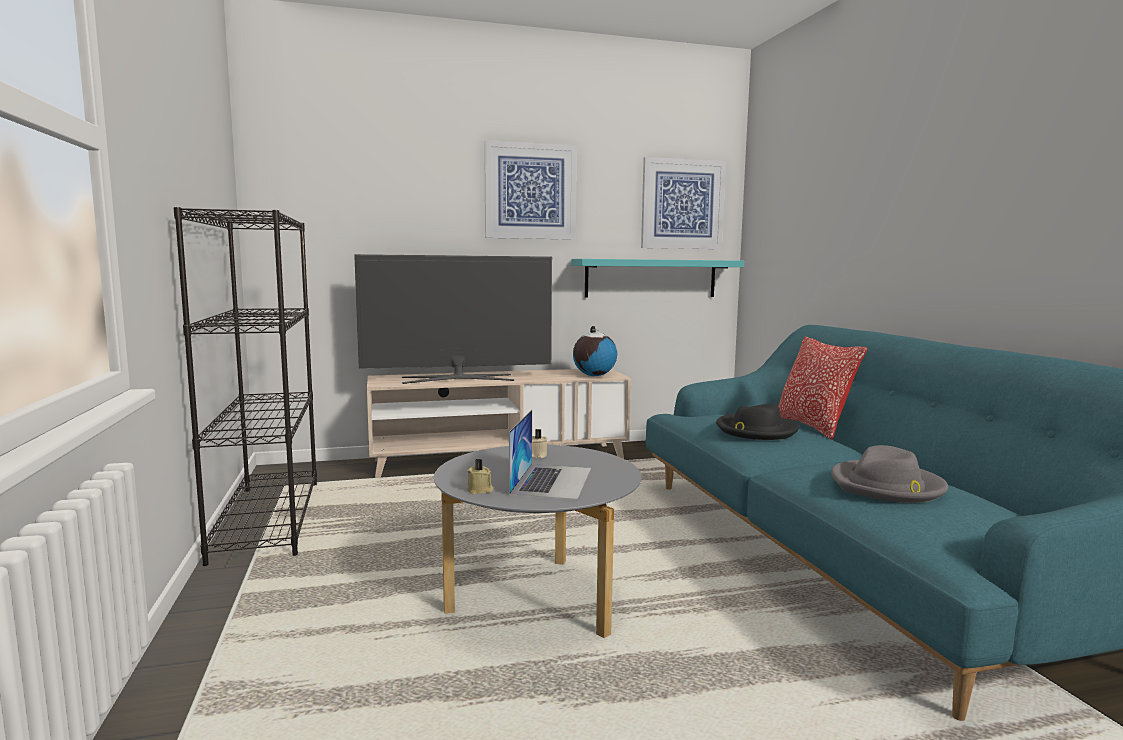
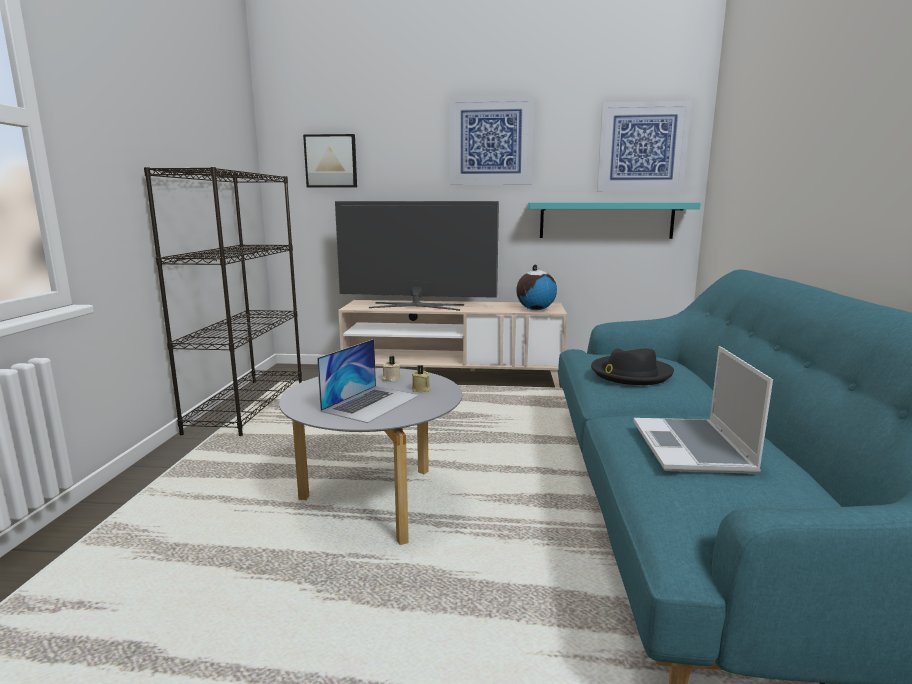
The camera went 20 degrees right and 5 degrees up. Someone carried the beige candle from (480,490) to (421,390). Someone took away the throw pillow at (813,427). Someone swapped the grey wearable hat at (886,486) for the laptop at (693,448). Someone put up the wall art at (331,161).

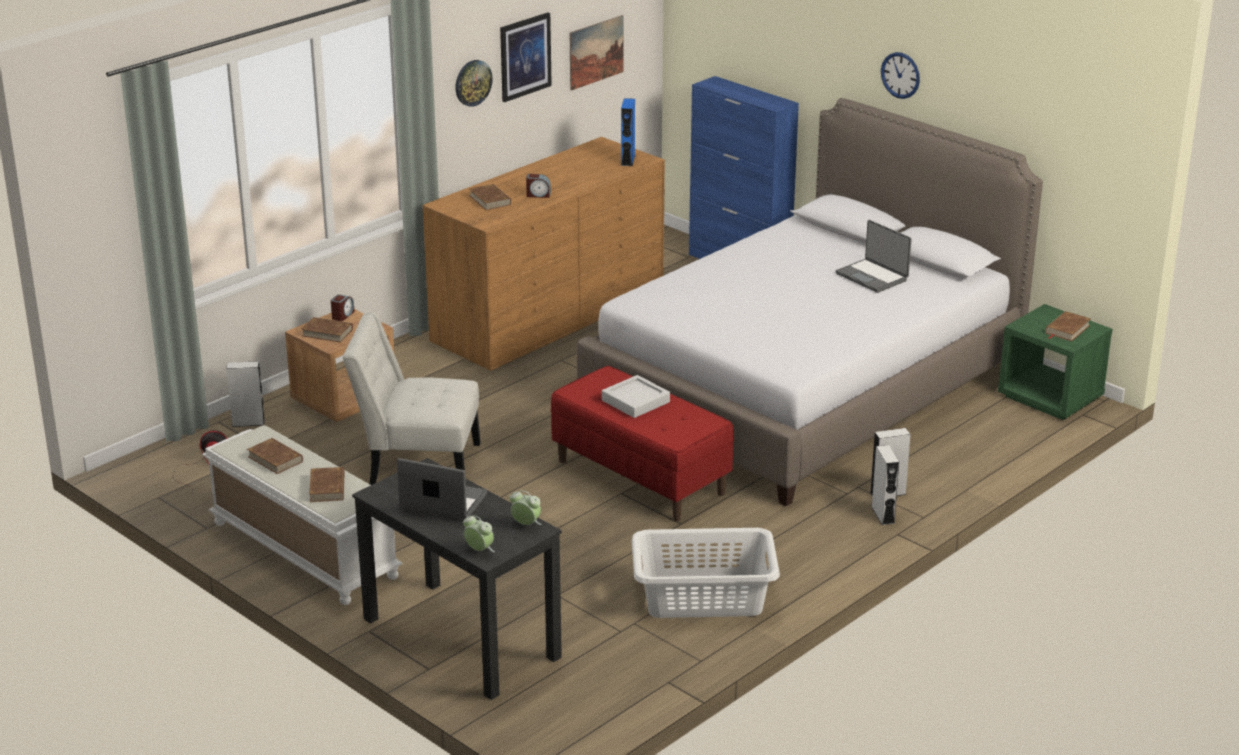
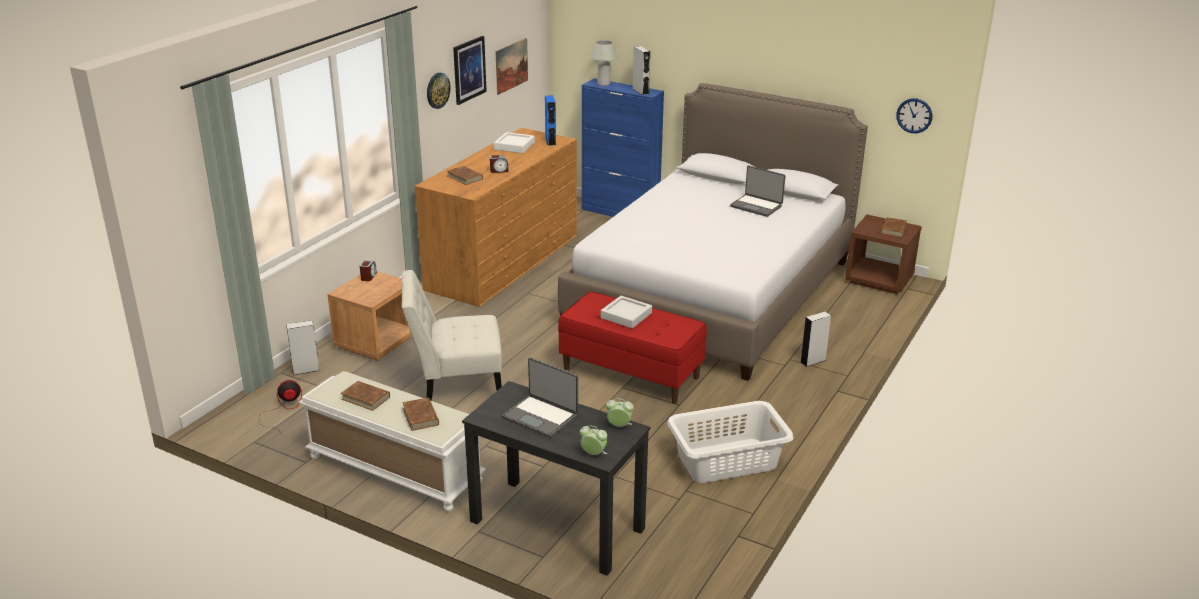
The camera went 15 degrees left and 0 degrees up. Someone took away the brownish volume at (327,332). Someone rotated the laptop at (442,502) by 150 degrees counterclockwise. Someone carried the grey loudspeaker from (883,515) to (640,91). Someone carried the hanging clock from (900,75) to (914,115). Someone repainted the greenish nightstand at (1051,397), which became the brownish nightstand at (879,279). Someone put down the whitish serving tray at (514,146). Someone put down the whitish table lamp at (603,84).

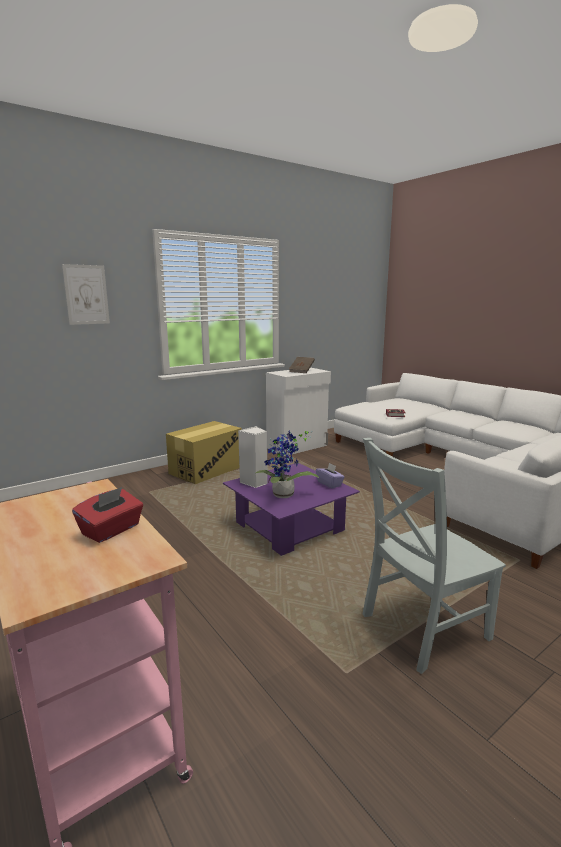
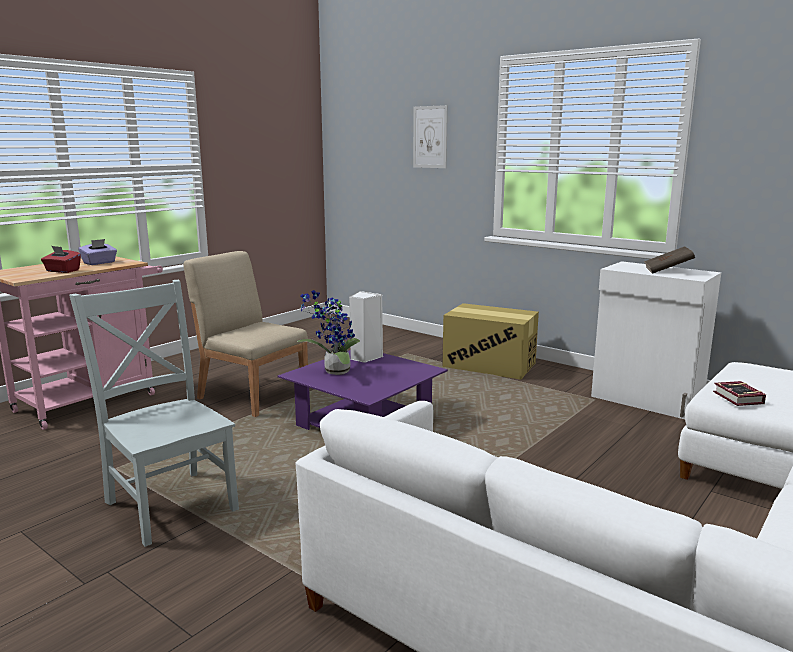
The camera went 75 degrees right and 0 degrees up. Someone carried the purple-coloured tissue holder from (329,484) to (99,263). Someone put down the beige plain chair at (252,395).

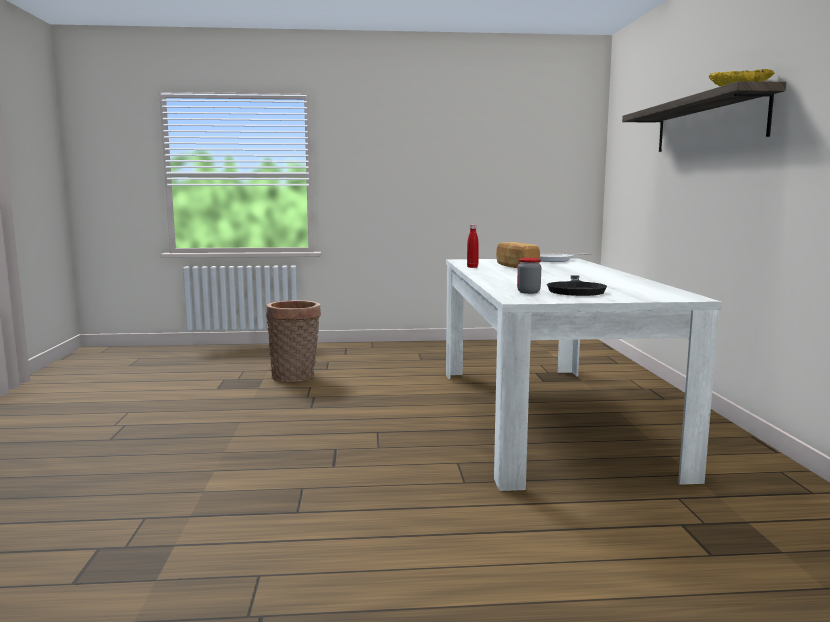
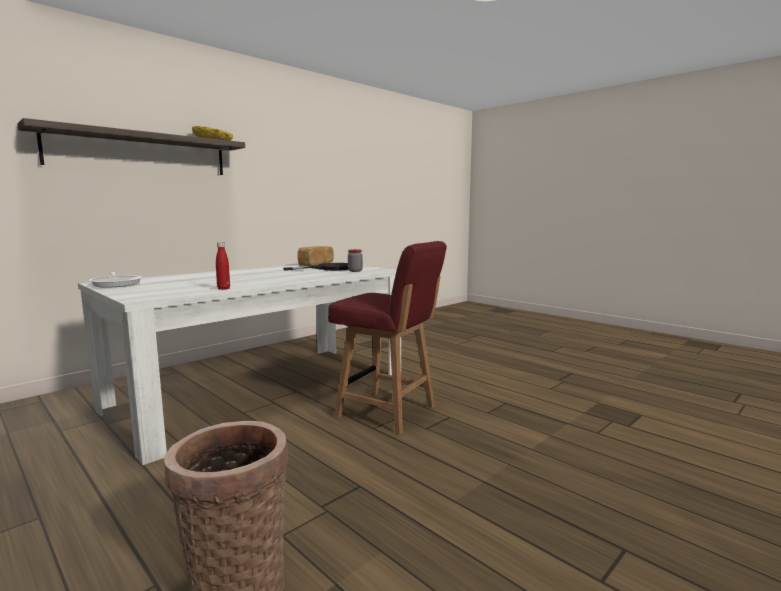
The camera went 130 degrees left and 0 degrees up. Someone carried the bread from (516,267) to (317,264). Someone put down the reddish plain chair at (388,412).

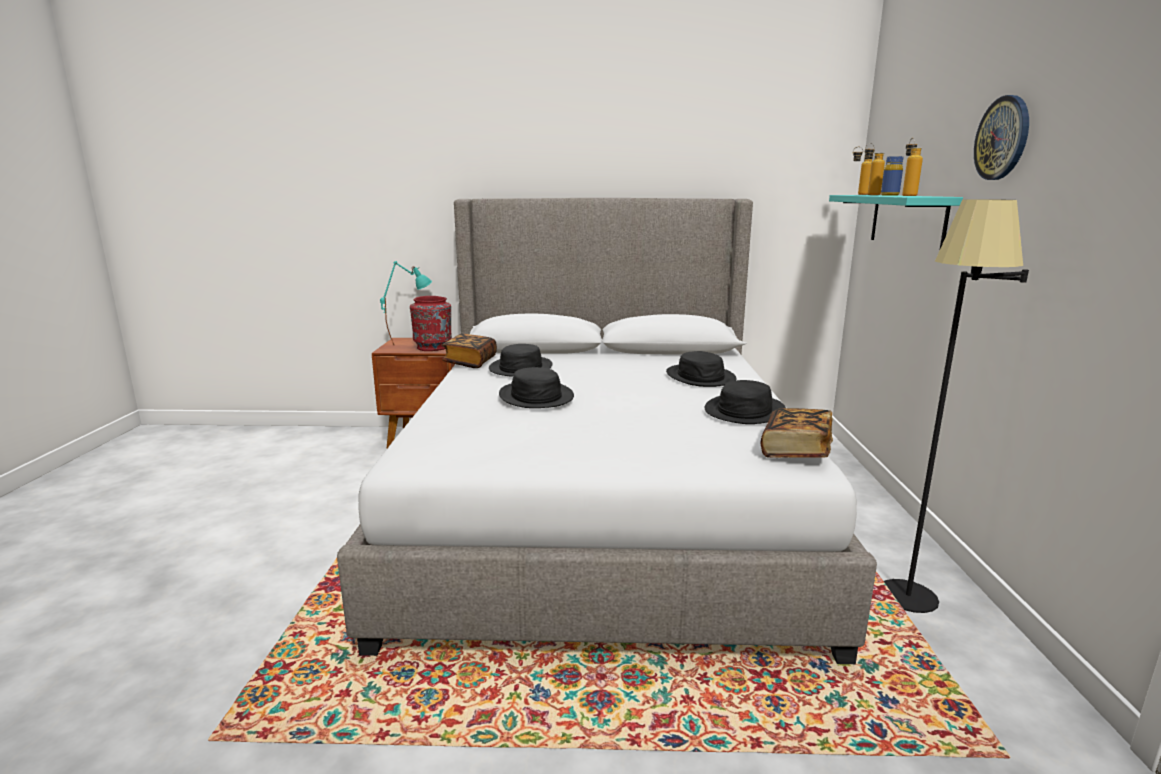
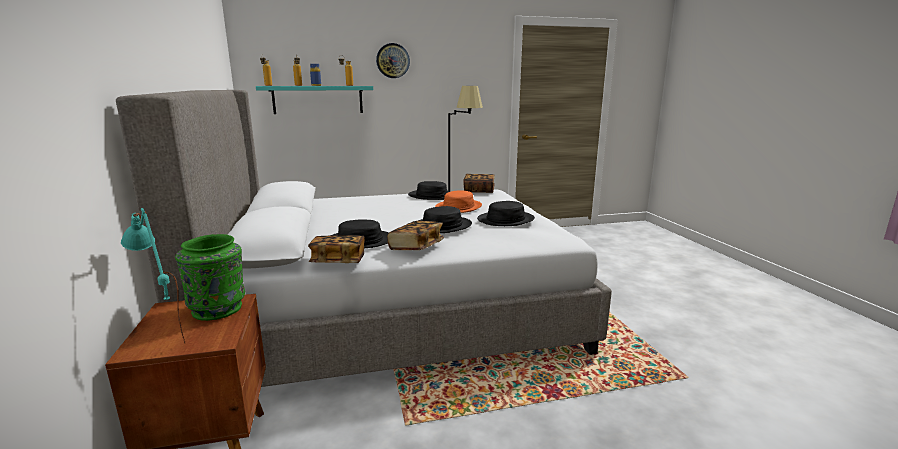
The camera went 105 degrees left and 0 degrees up. Someone repainted the reddish vase at (433,347), which became the greenish vase at (218,309). Someone carried the black wearable hat from (700,377) to (505,219). Someone put down the volume at (416,247). Someone put down the orangey wearable hat at (458,207).

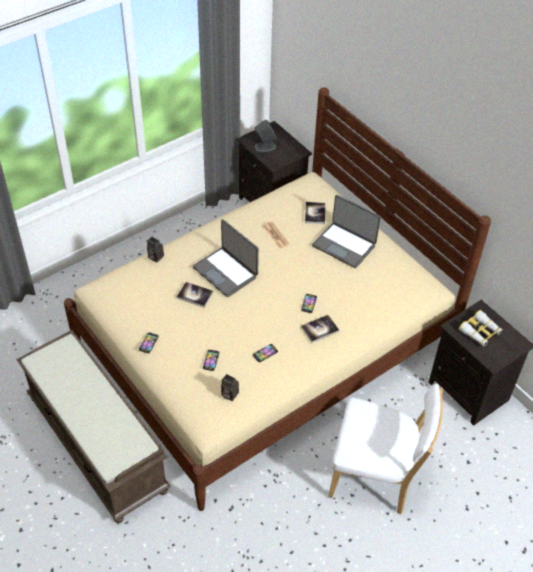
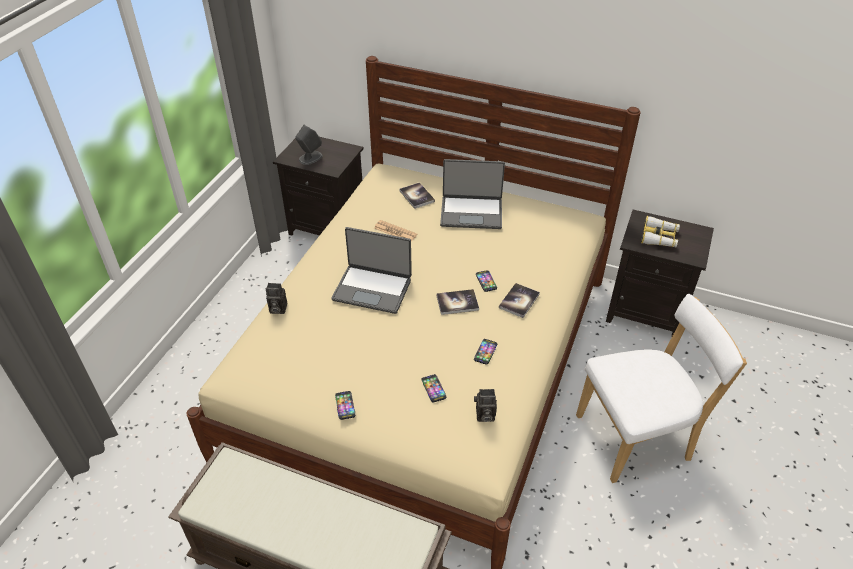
The camera went 30 degrees left and 5 degrees down. Someone carried the volume from (195,295) to (457,303).

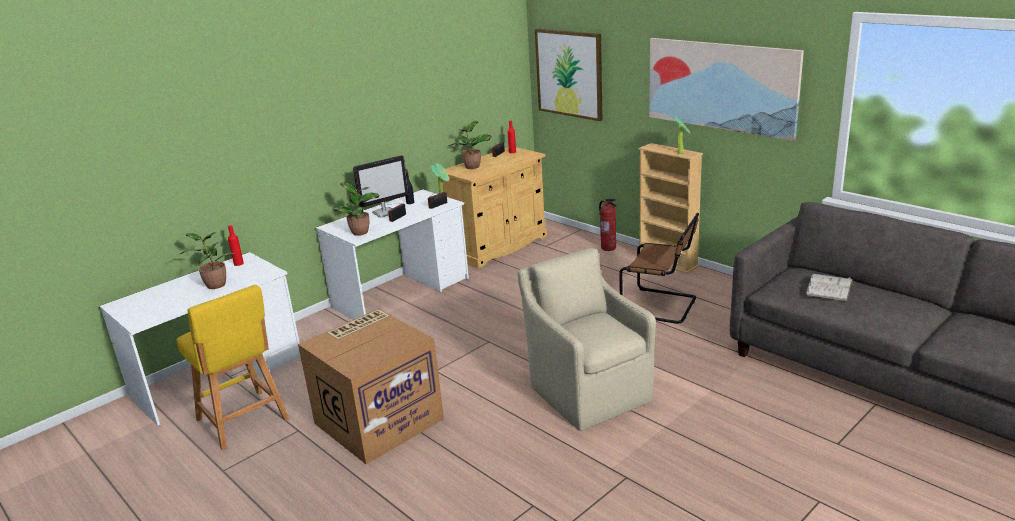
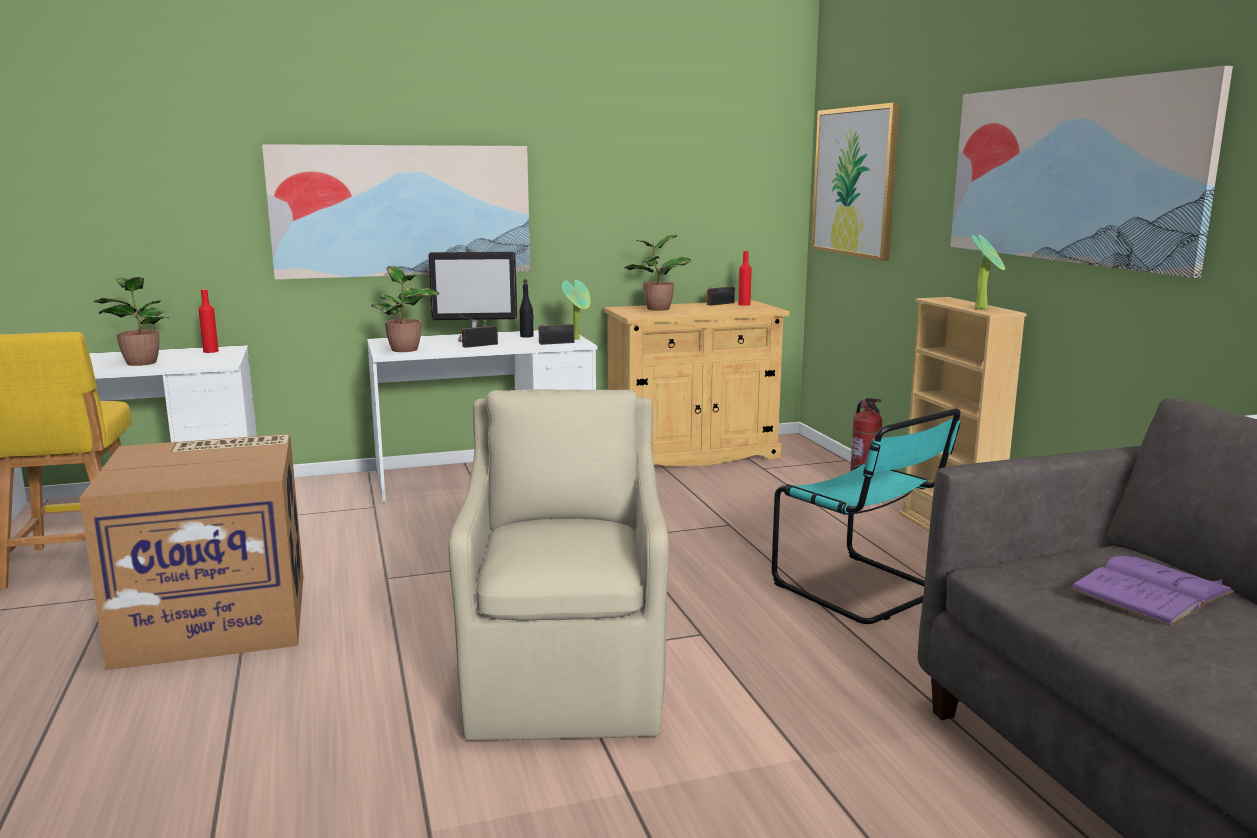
The camera went 25 degrees right and 10 degrees down. Someone repainted the brownish plain chair at (662,306), which became the blue-green plain chair at (863,590). Someone repainted the whitish volume at (829,287), which became the purple-coloured volume at (1151,590). Someone put up the wall art at (403,211).

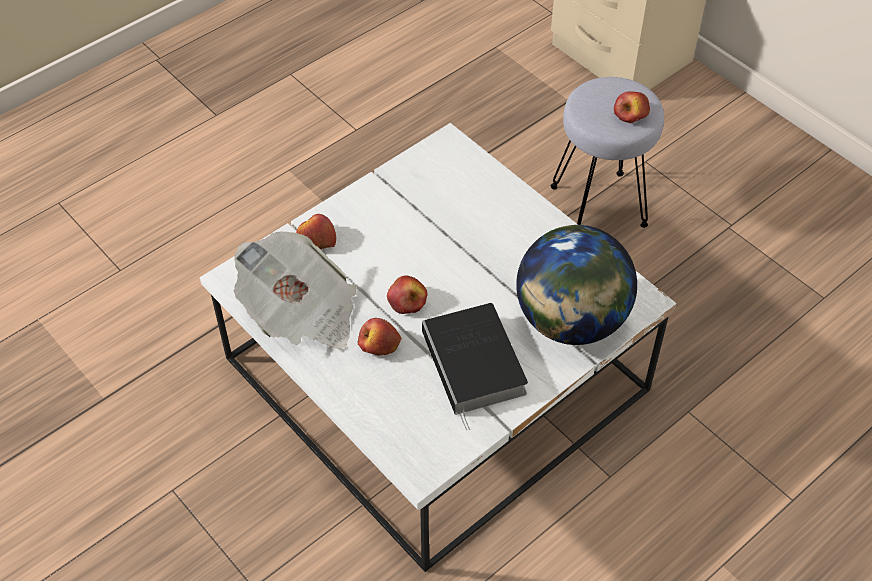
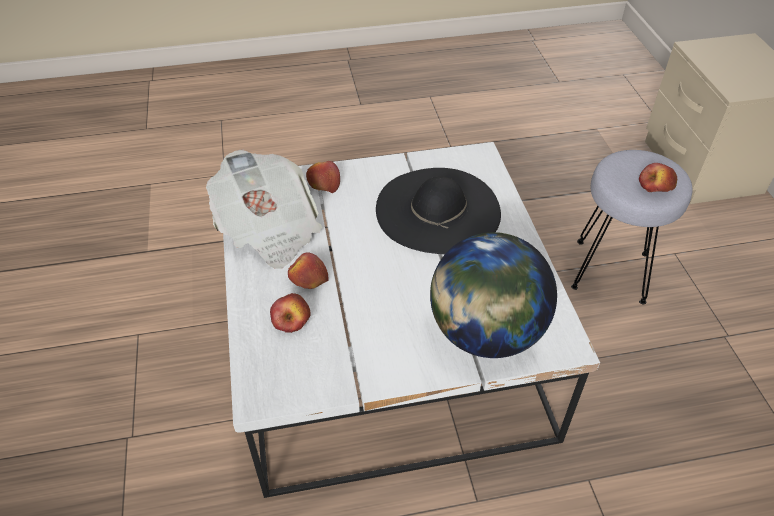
The camera went 30 degrees right and 5 degrees down. Someone carried the whole apple from (407,301) to (291,319). Someone took away the volume at (475,365). Someone put down the black wearable hat at (438,210).

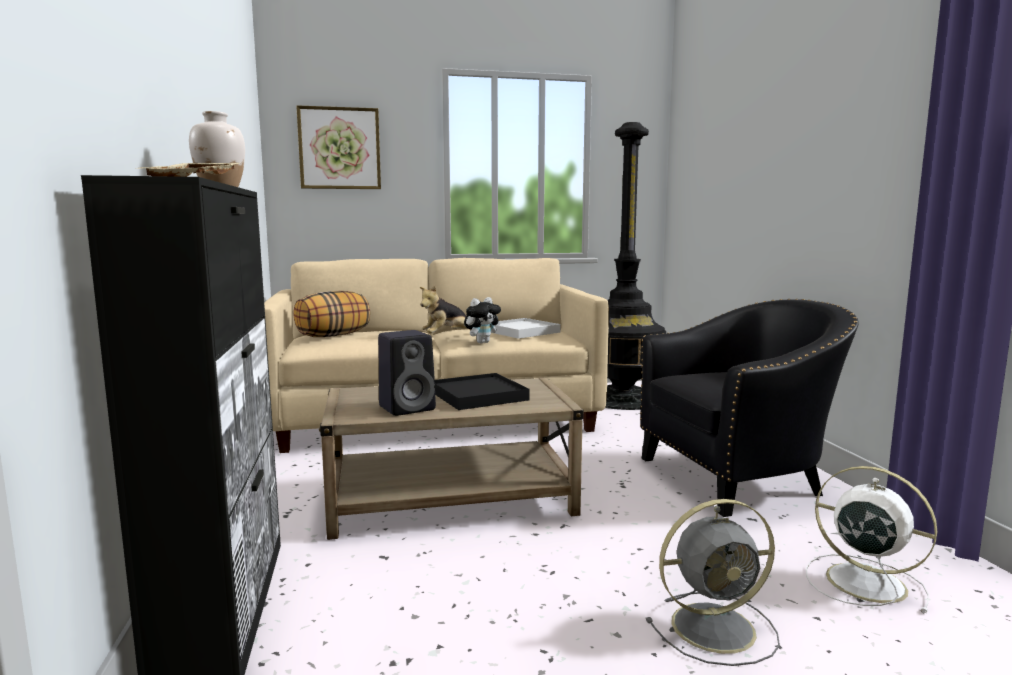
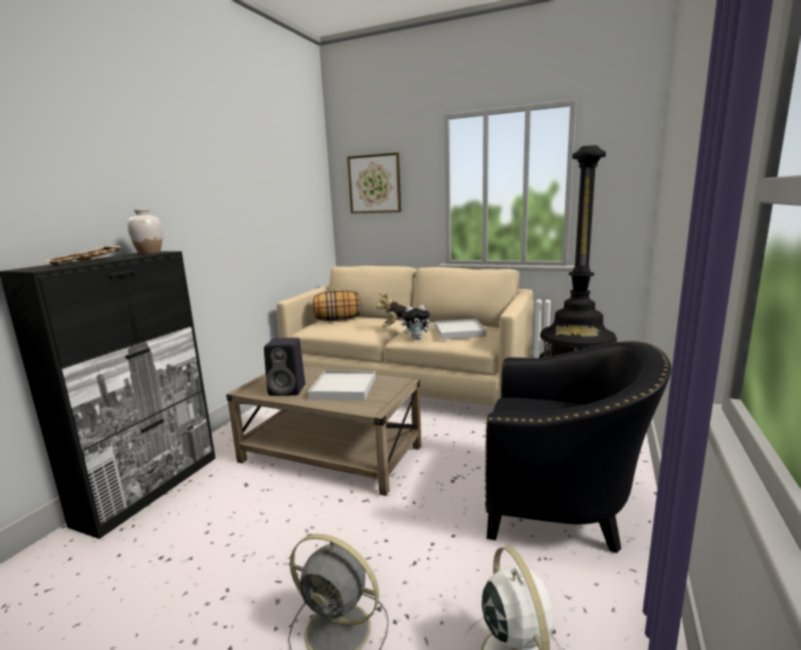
The camera went 35 degrees right and 5 degrees up. Someone repainted the black serving tray at (478,395), which became the whitish serving tray at (343,388).

